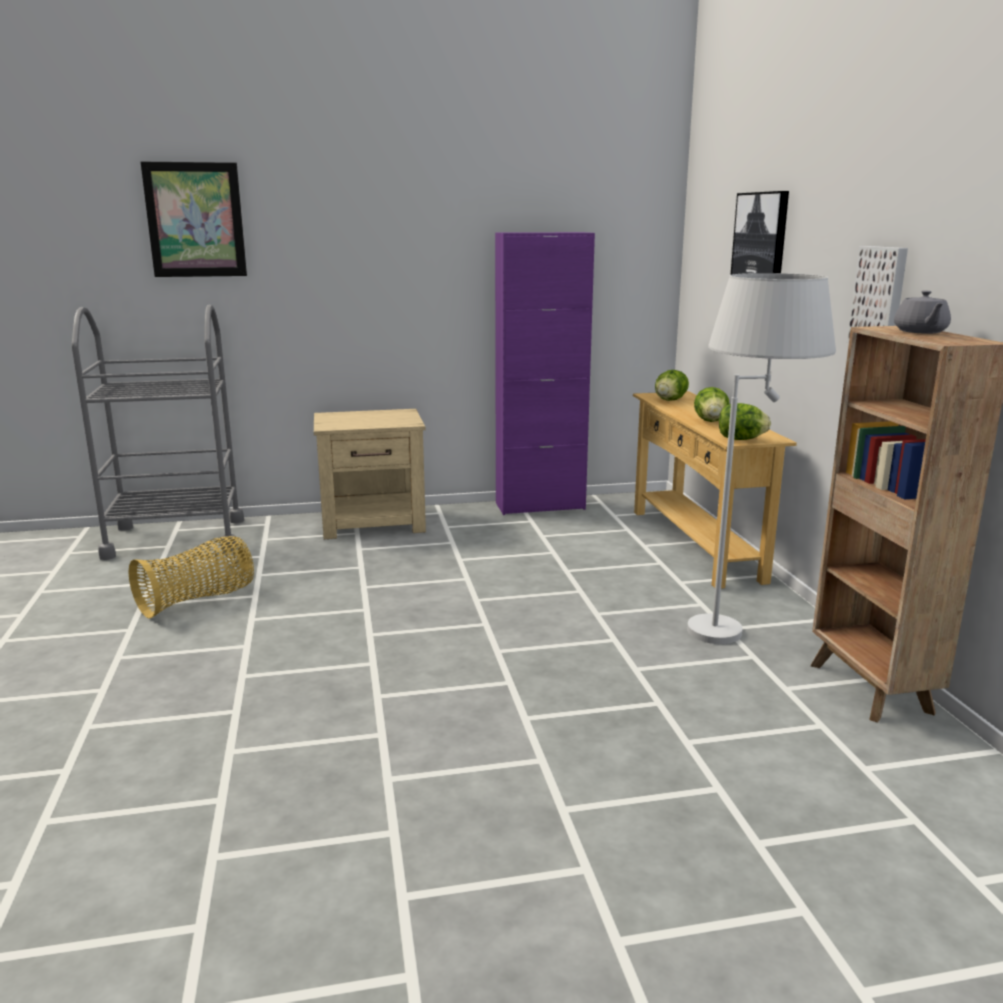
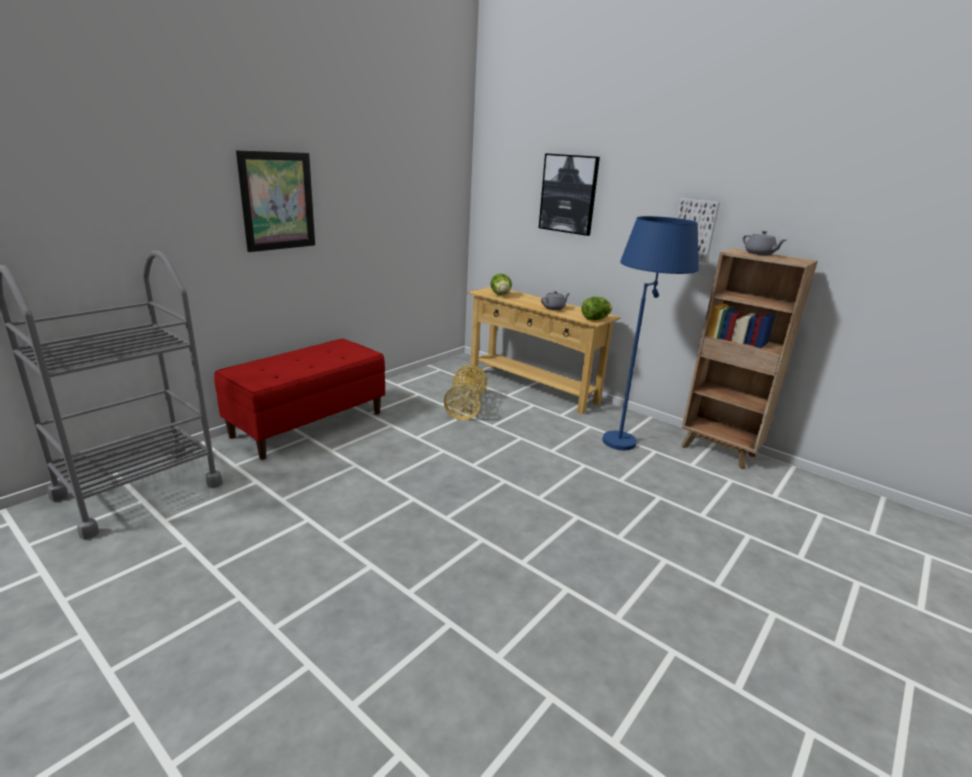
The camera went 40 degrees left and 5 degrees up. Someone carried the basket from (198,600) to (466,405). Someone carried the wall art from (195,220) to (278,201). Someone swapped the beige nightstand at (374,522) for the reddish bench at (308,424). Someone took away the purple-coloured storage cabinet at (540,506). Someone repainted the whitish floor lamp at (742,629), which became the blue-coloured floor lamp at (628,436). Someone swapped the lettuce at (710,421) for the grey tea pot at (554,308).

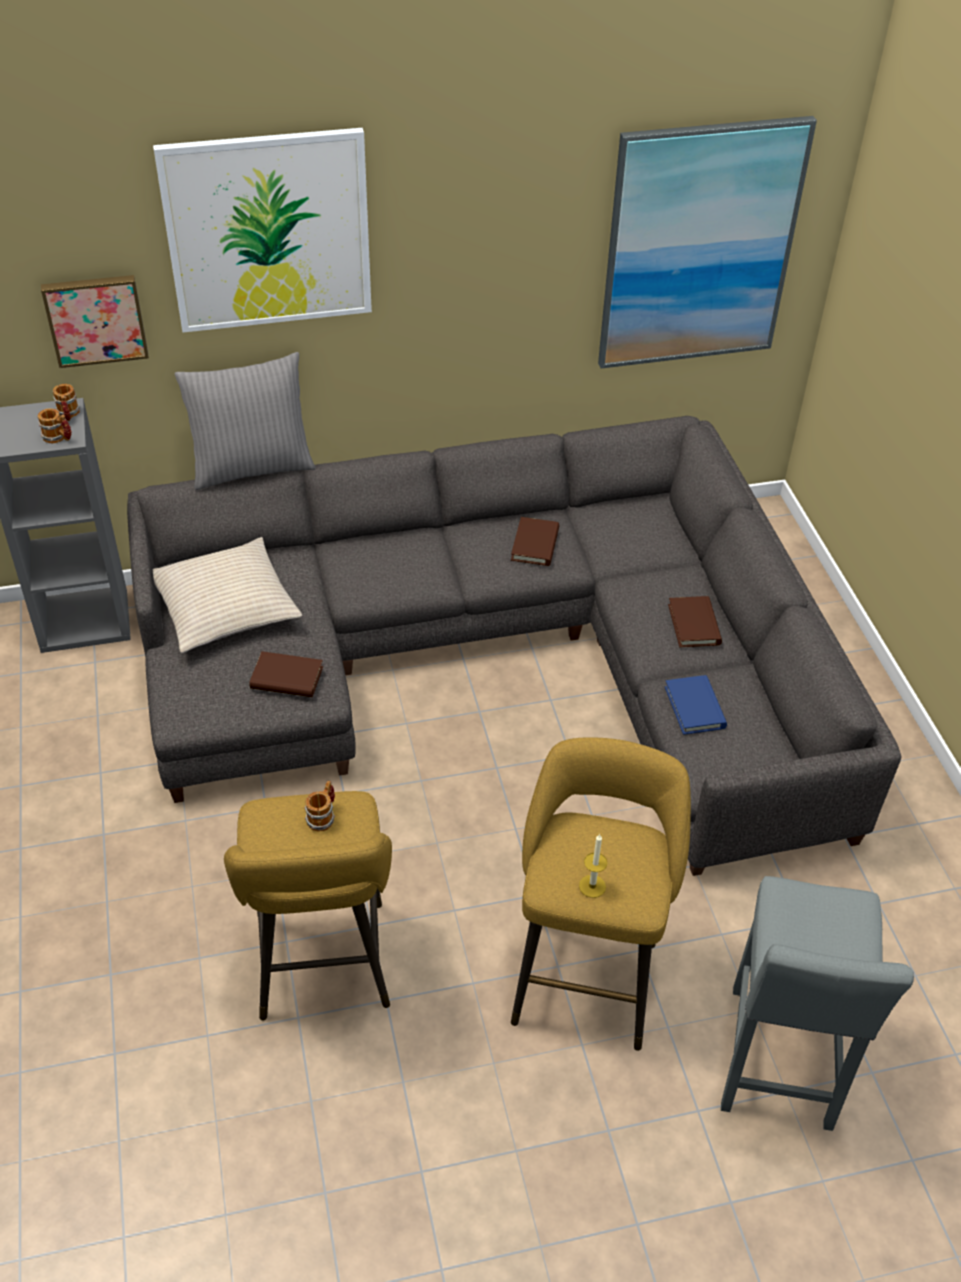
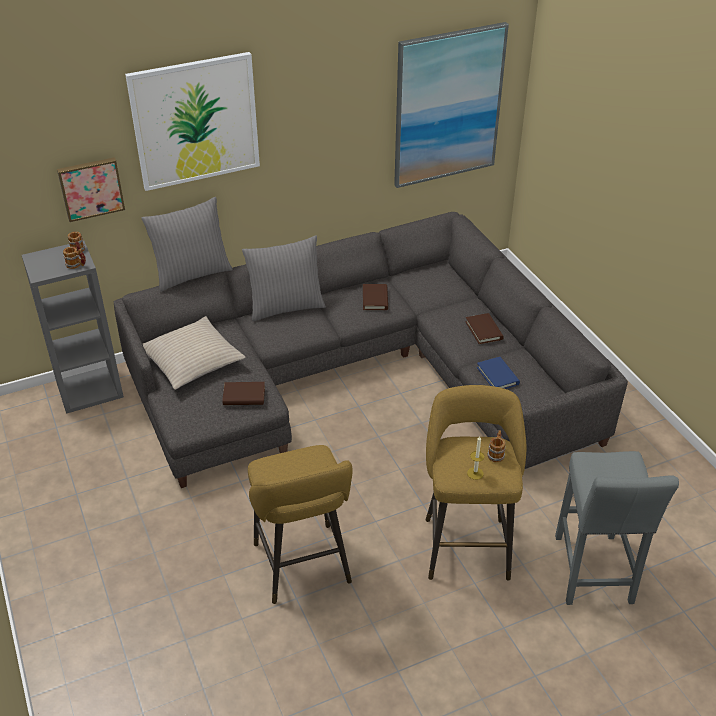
The camera went 10 degrees left and 5 degrees down. Someone carried the coffee mug from (323,816) to (496,453). Someone put down the grey throw pillow at (286,307).

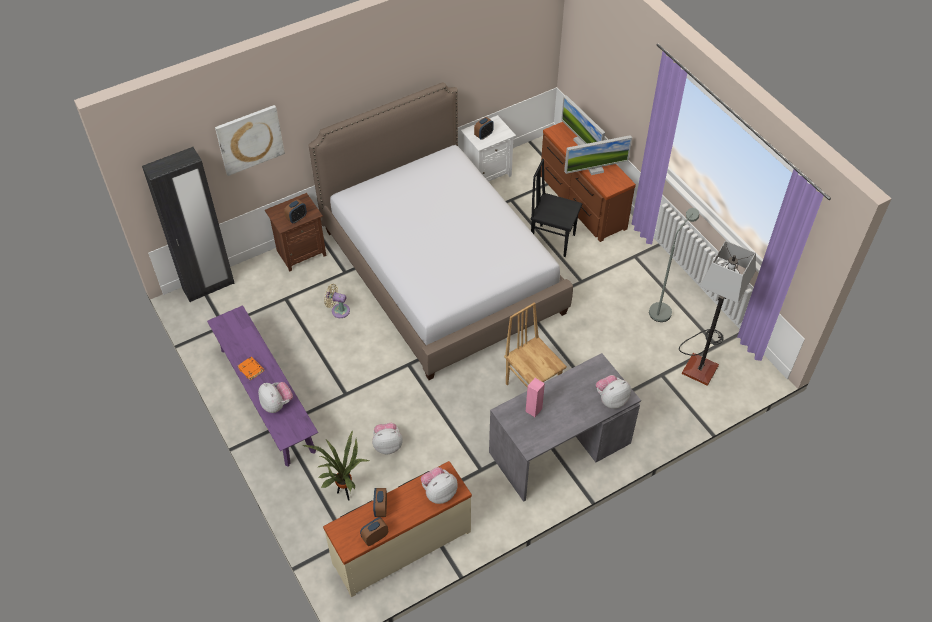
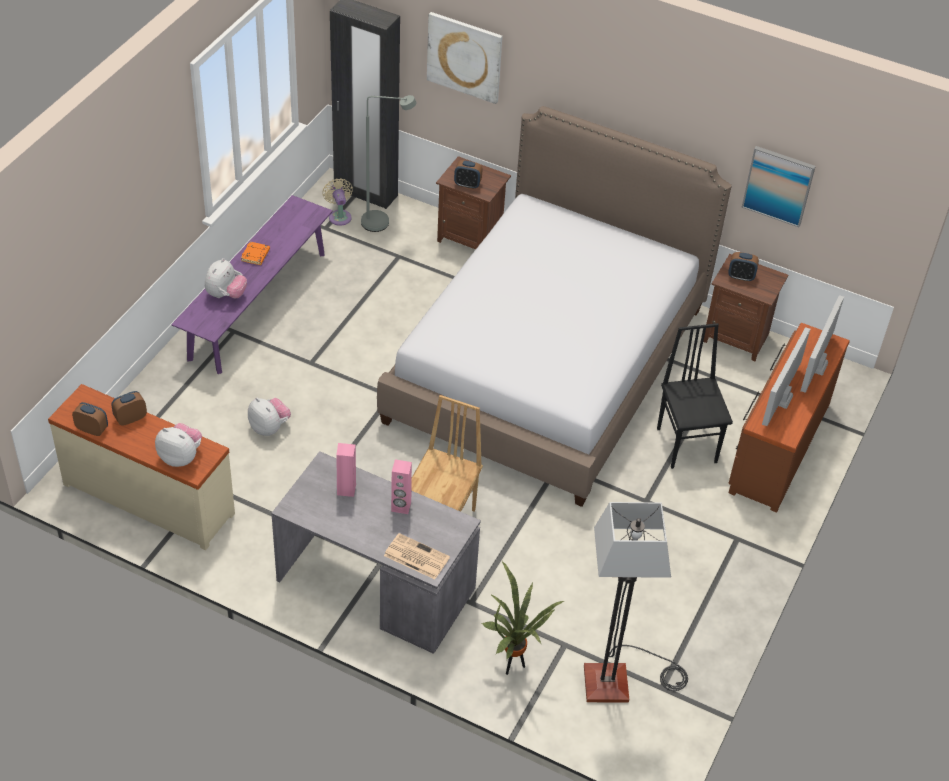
The camera went 55 degrees right and 5 degrees down. Someone carried the plant in a pot from (345,492) to (512,664). Someone carried the beige cooling fan from (338,310) to (339,216). Someone repainted the whitish nightstand at (487,173), which became the brownish nightstand at (736,337). Someone rotated the computer screen at (595,169) by 75 degrees clockwise. Someone swapped the soft toy at (611,399) for the newspaper at (415,556). Someone carried the grey floor lamp from (663,309) to (383,223). Someone put down the pink-coloured loudspeaker at (401,507). Someone put up the wall art at (778,185).

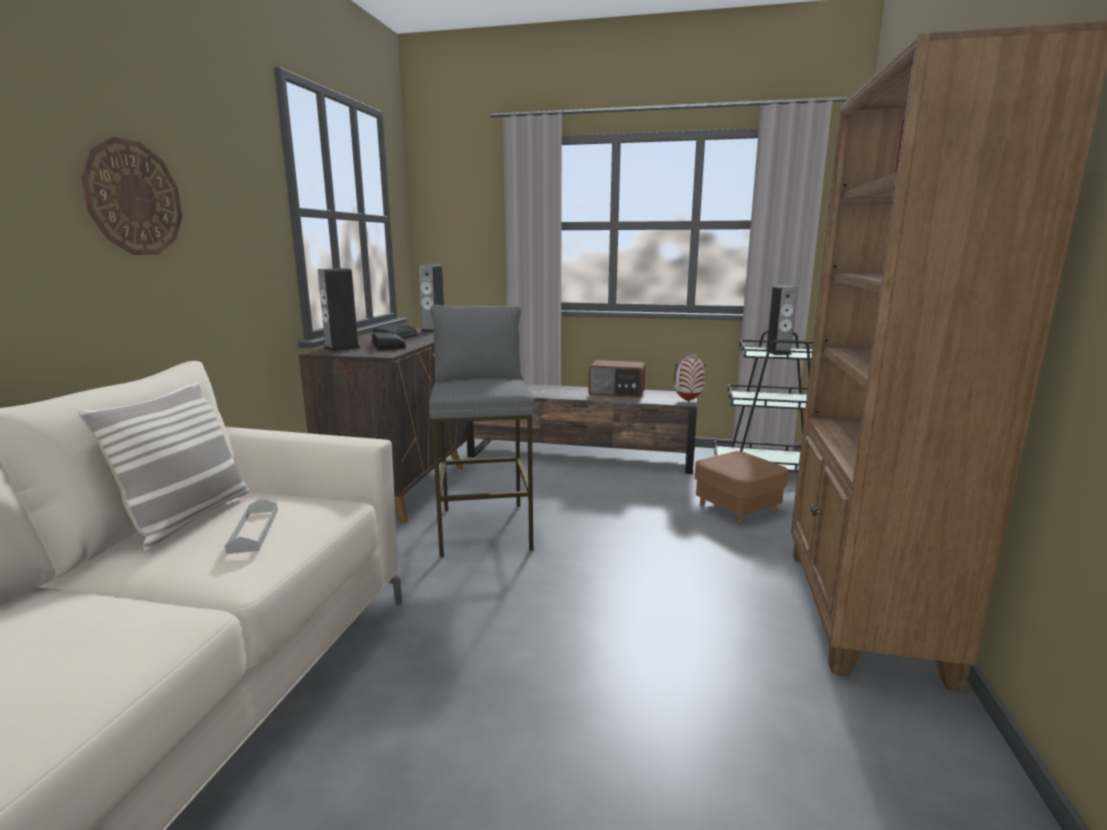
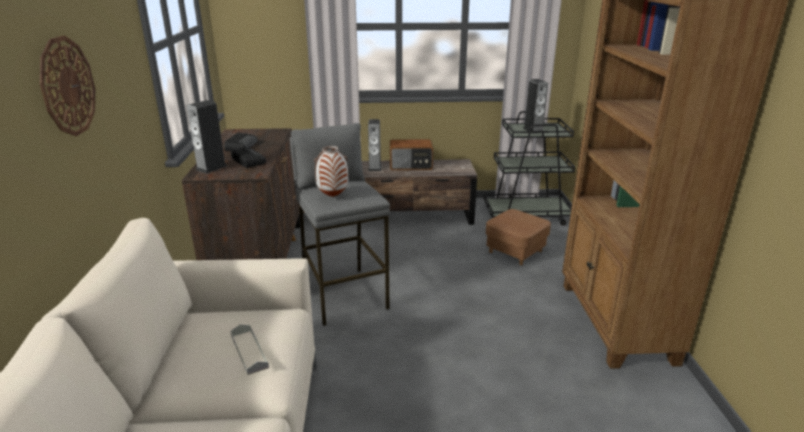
The camera went 15 degrees left and 10 degrees up. Someone took away the throw pillow at (188,519). Someone carried the loudspeaker from (433,330) to (375,167). Someone carried the vase from (688,401) to (333,196).

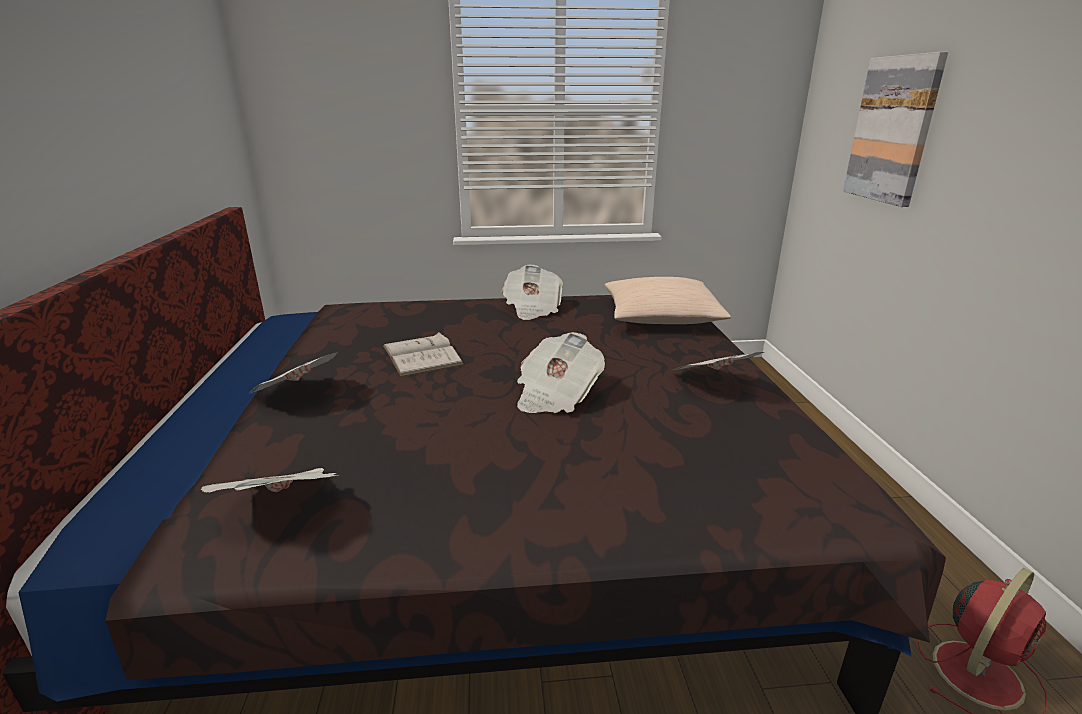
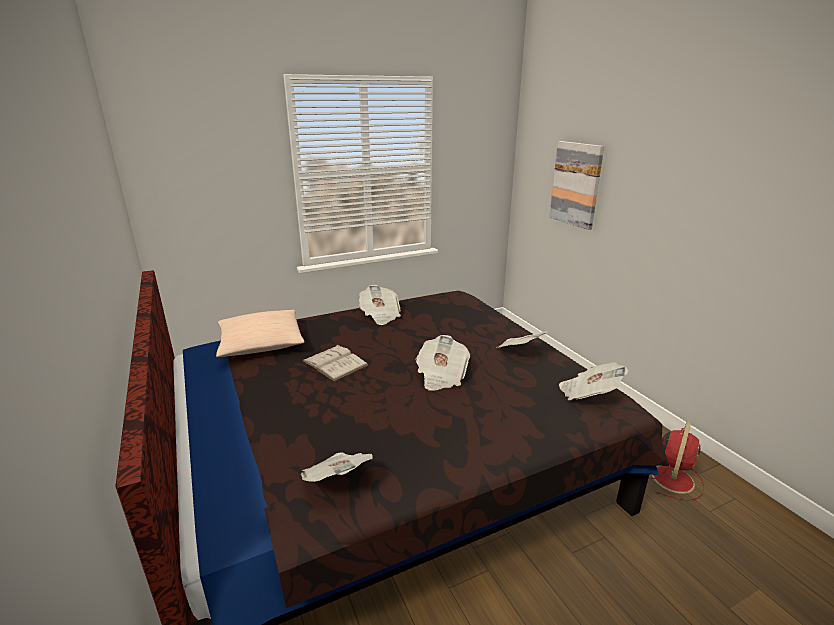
The camera went 20 degrees left and 0 degrees up. Someone carried the newspaper from (297,394) to (588,394). Someone carried the beige throw pillow from (660,317) to (261,343).

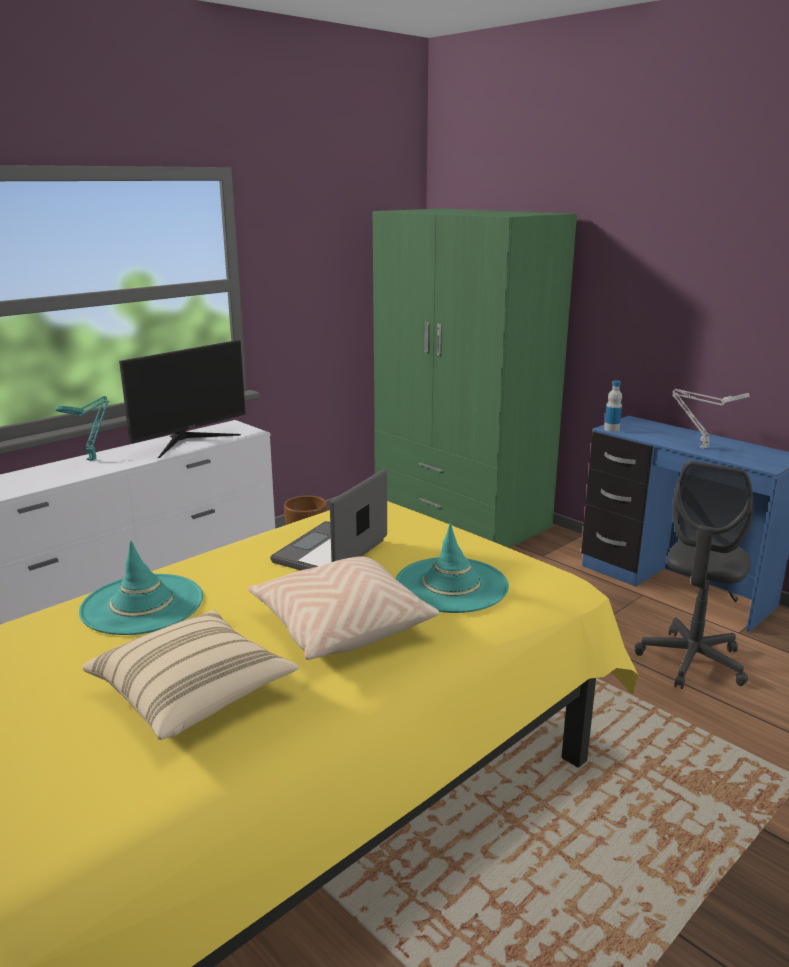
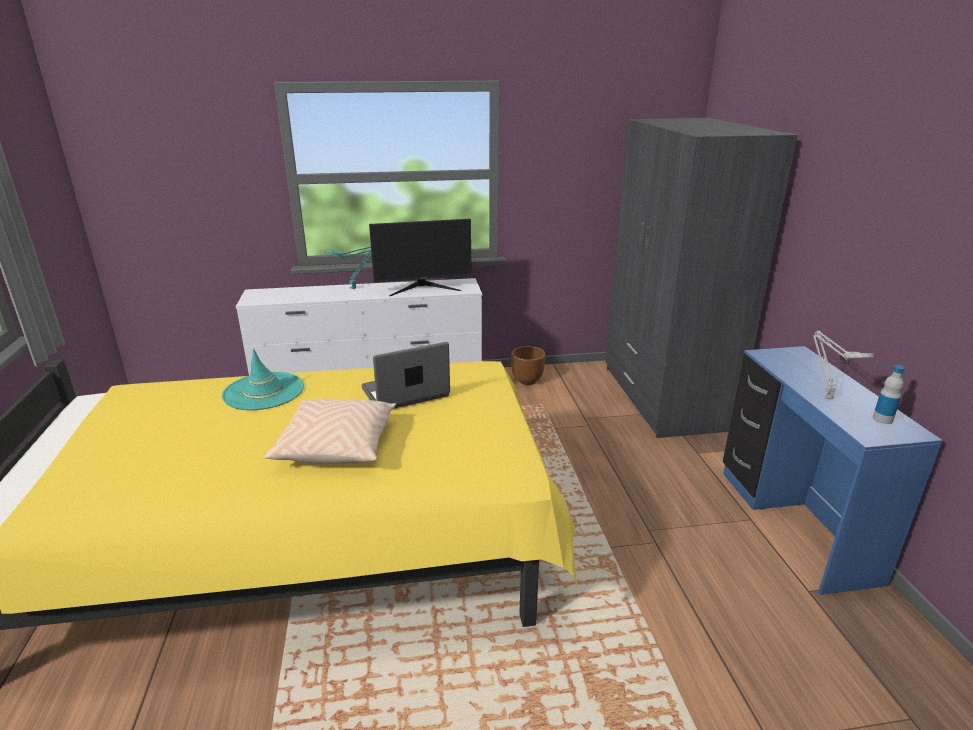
The camera went 35 degrees right and 5 degrees up. Someone took away the beige throw pillow at (193,694). Someone repainted the greenish armoire at (460,516), which became the grey armoire at (664,397). Someone took away the blue-green wearable hat at (451,585). Someone carried the drink bottle from (611,429) to (882,419). Someone took away the grey computer chair at (691,661).

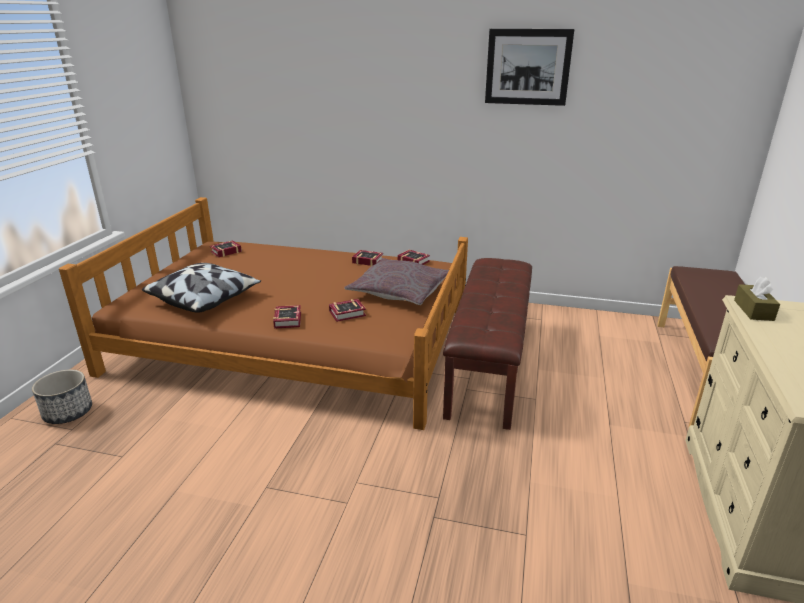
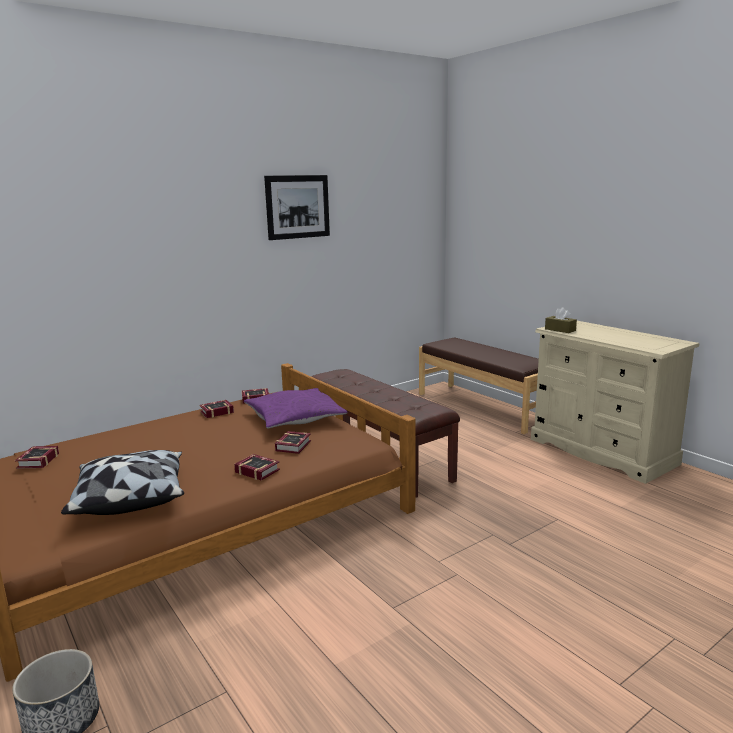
The camera went 50 degrees left and 10 degrees down. Someone repainted the grey throw pillow at (399,291), which became the purple-coloured throw pillow at (294,418).

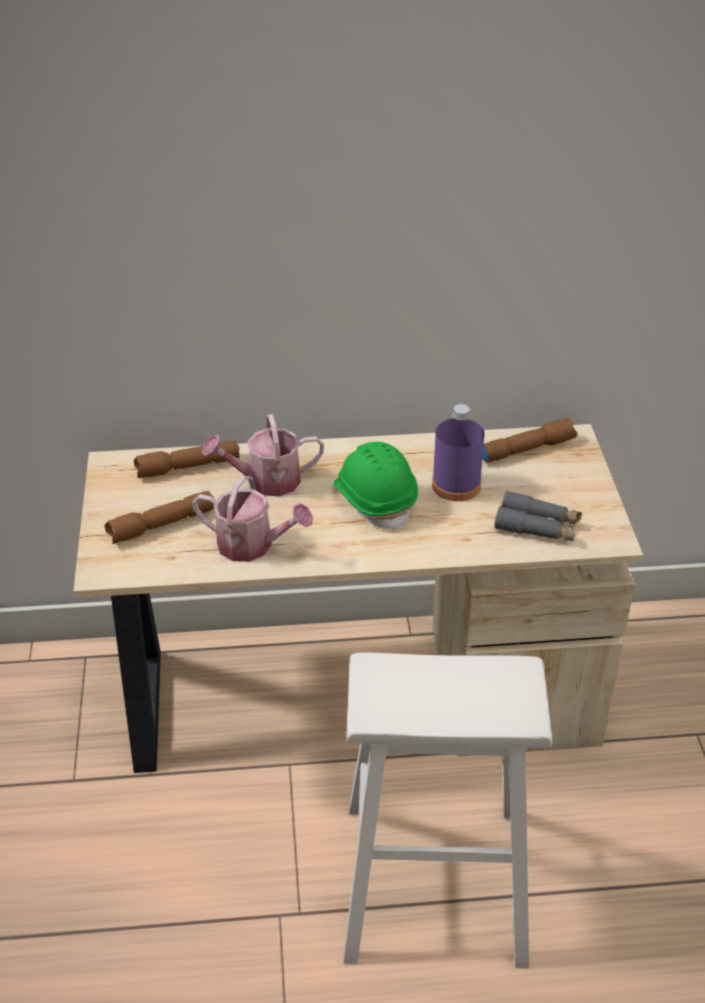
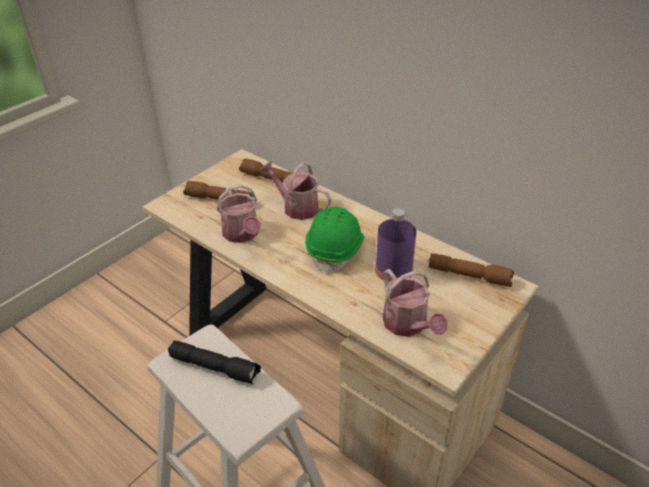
The camera went 45 degrees right and 0 degrees up. Someone swapped the grey binoculars at (537,526) for the watering can at (408,325). Someone put down the black torch at (215,367).

